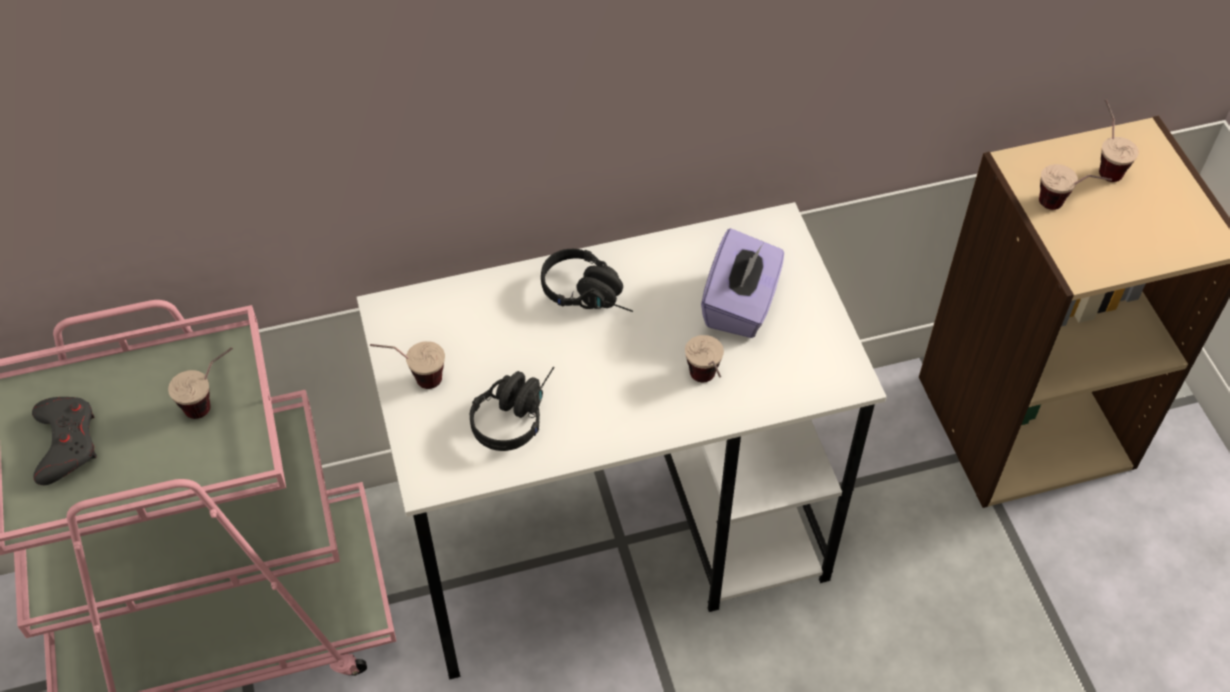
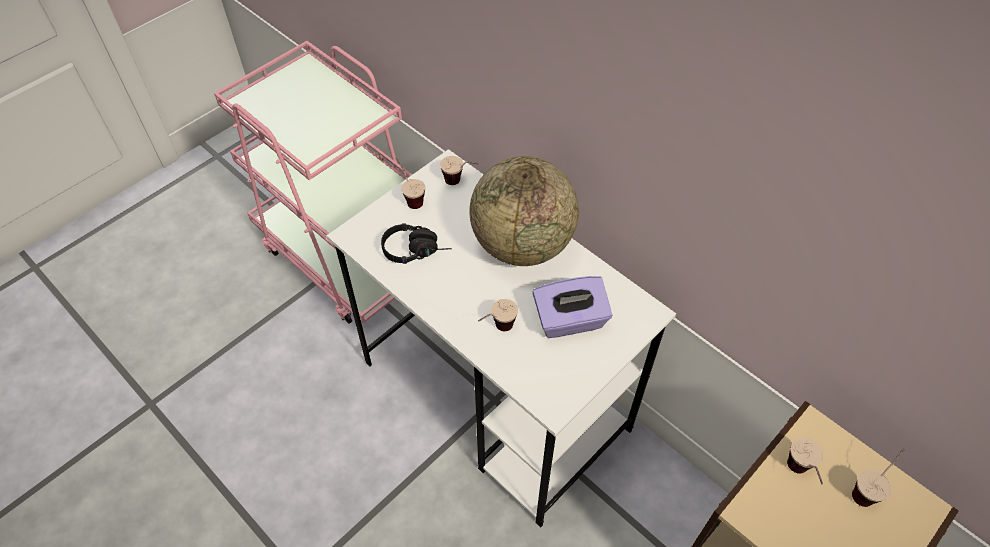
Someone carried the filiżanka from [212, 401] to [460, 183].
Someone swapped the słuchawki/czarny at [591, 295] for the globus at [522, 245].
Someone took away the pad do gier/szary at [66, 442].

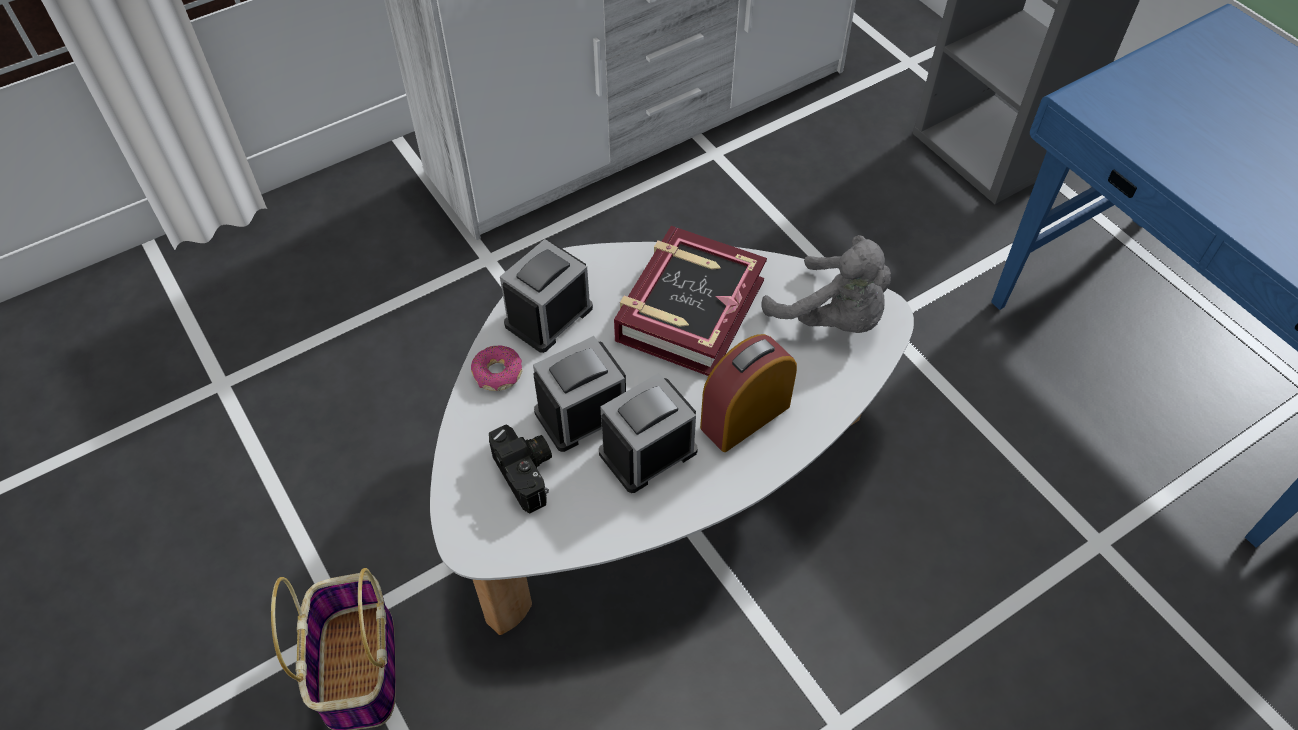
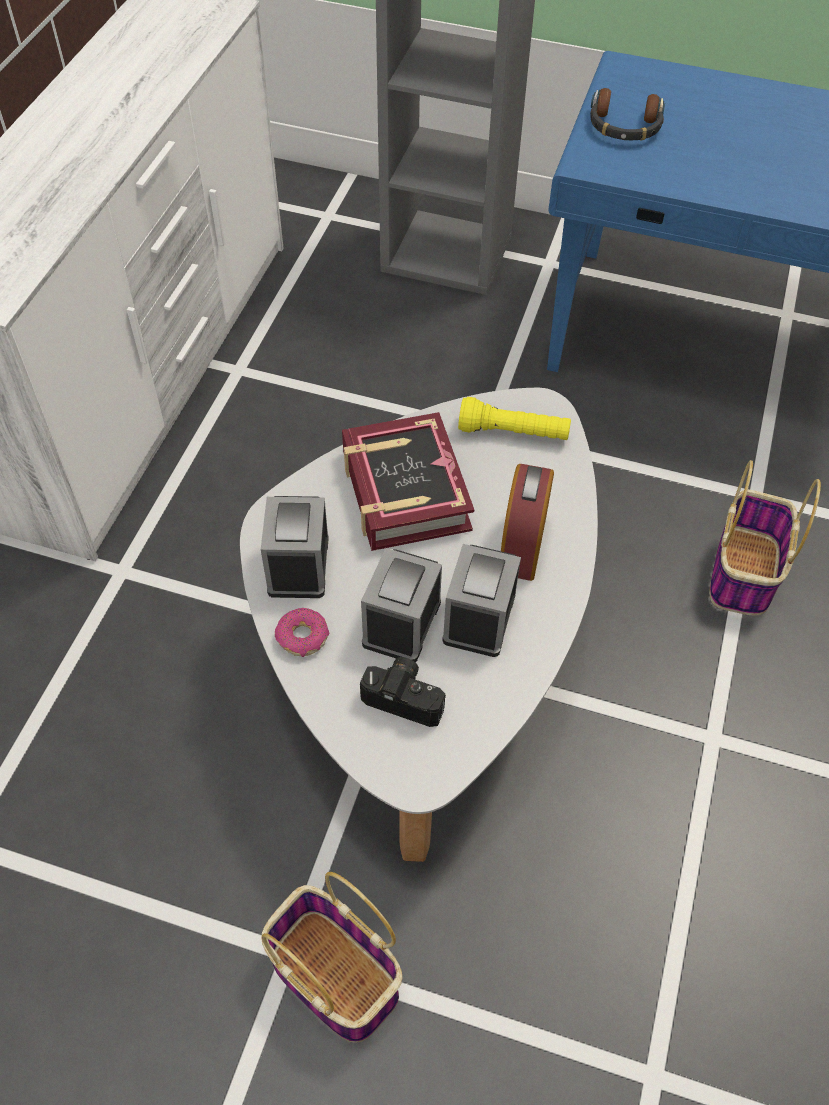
Someone swapped the pluszak/szary at [832, 318] for the latarka/żółty at [513, 433].
Someone put down the słuchawki at [624, 126].
Someone put down the koszyk at [744, 573].

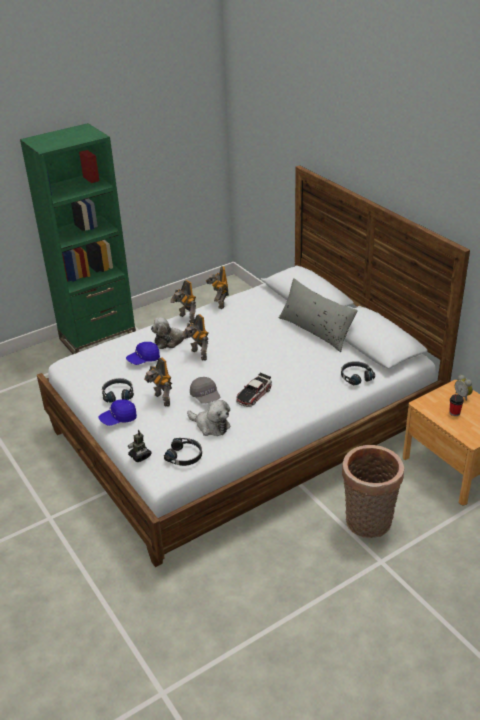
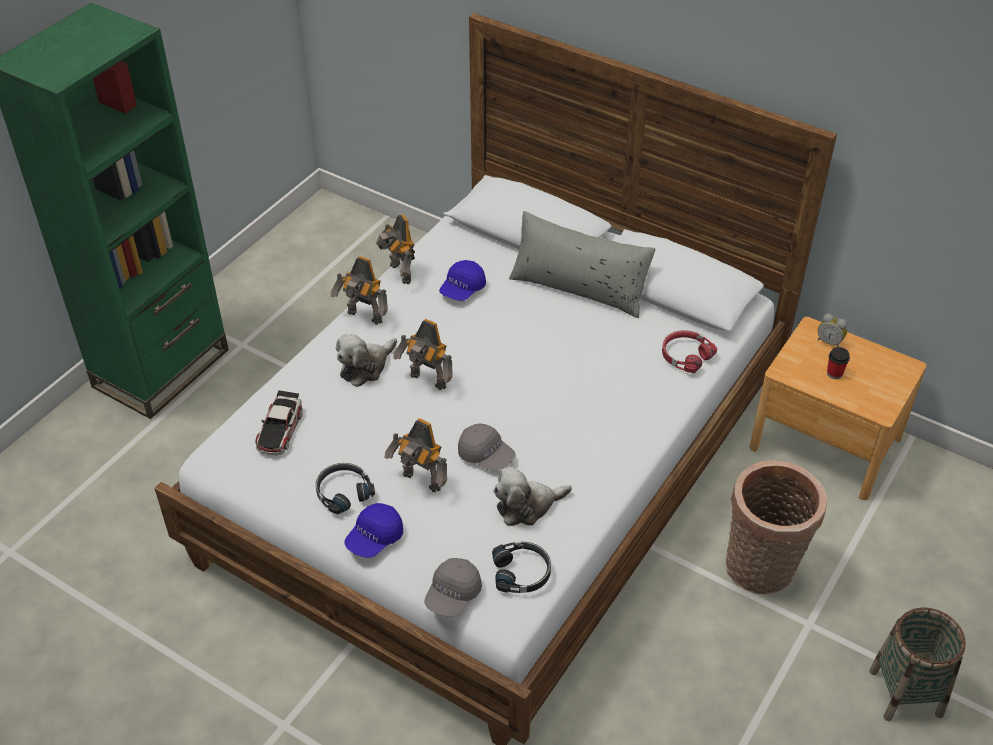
Someone carried the samochodzik from [254, 394] to [280, 429].
Someone swapped the robot zabawkowy at [140, 456] for the czapka z daszkiem/szary at [453, 595].
Someone carried the czapka z daszkiem/niebieski from [143, 360] to [462, 289].
Someone rotated the pluszak at [211, 426] by 150 degrees clockwise.
Someone repainted the słuchawki/czarny at [356, 376], which became the słuchawki/czerwony at [685, 355].
Someone put down the koszyk at [906, 693].

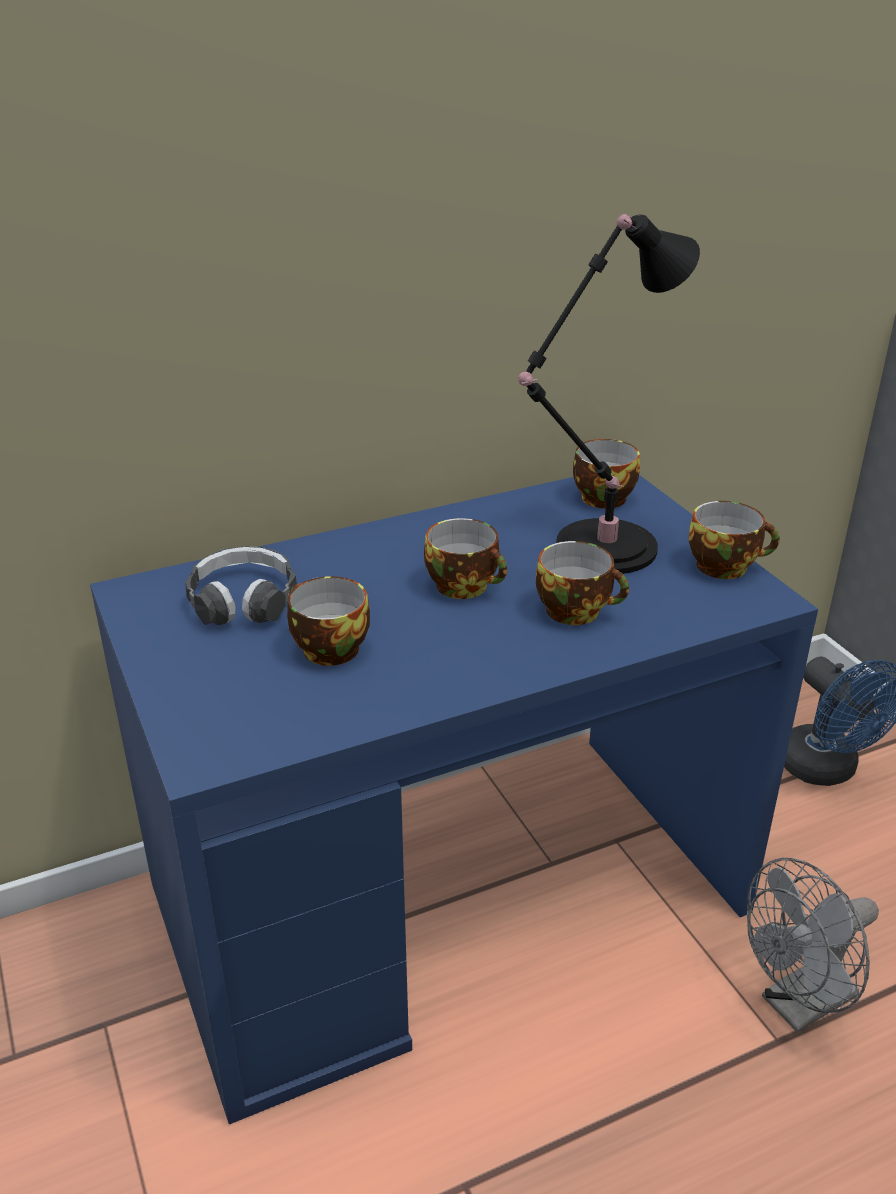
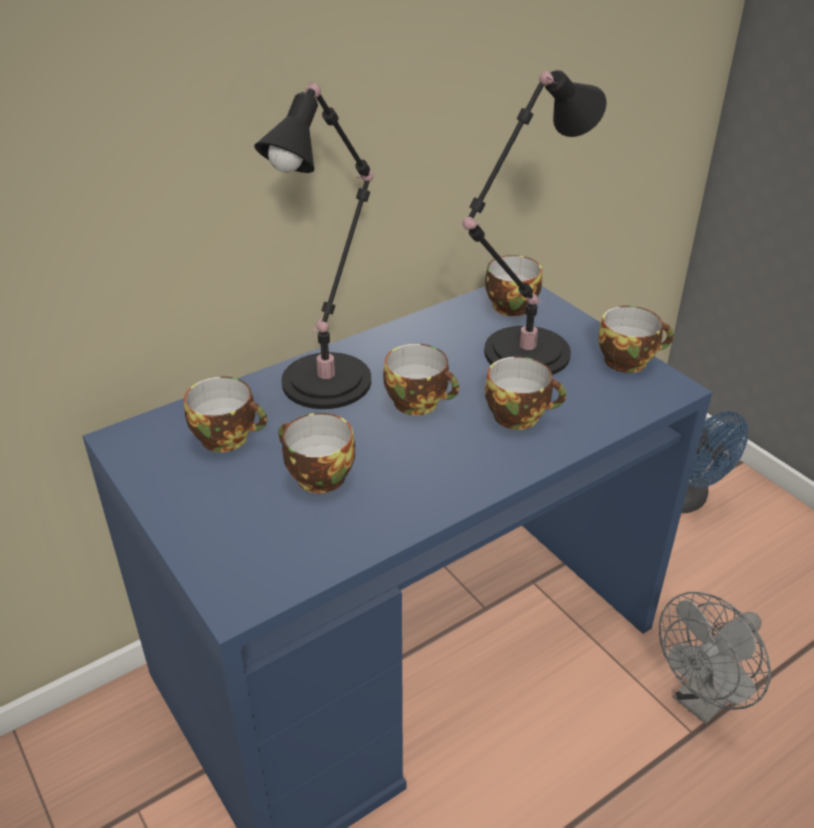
Someone swapped the słuchawki at [243, 600] for the filiżanka at [228, 437].
Someone put down the lampa stołowa/czarny at [331, 377].

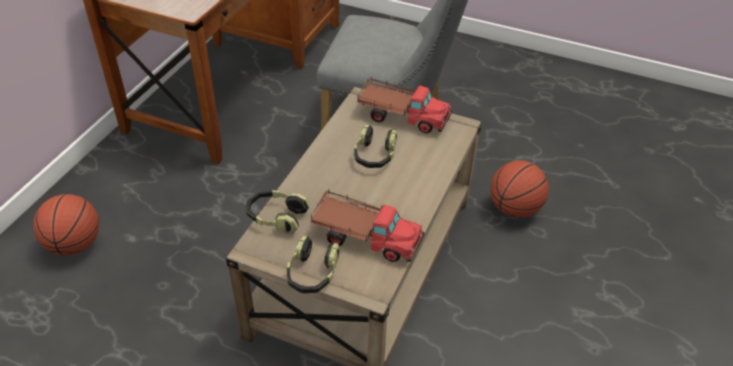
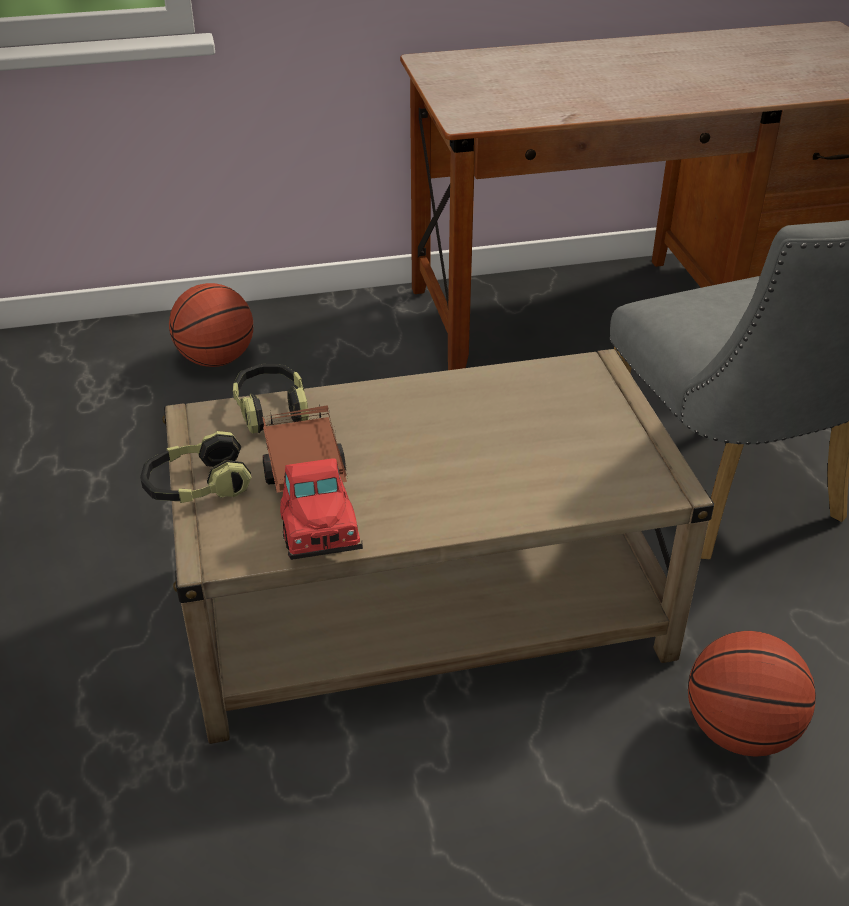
Someone took away the słuchawki at [374, 156].
Someone took away the ciężarówka zabawkowa at [402, 116].

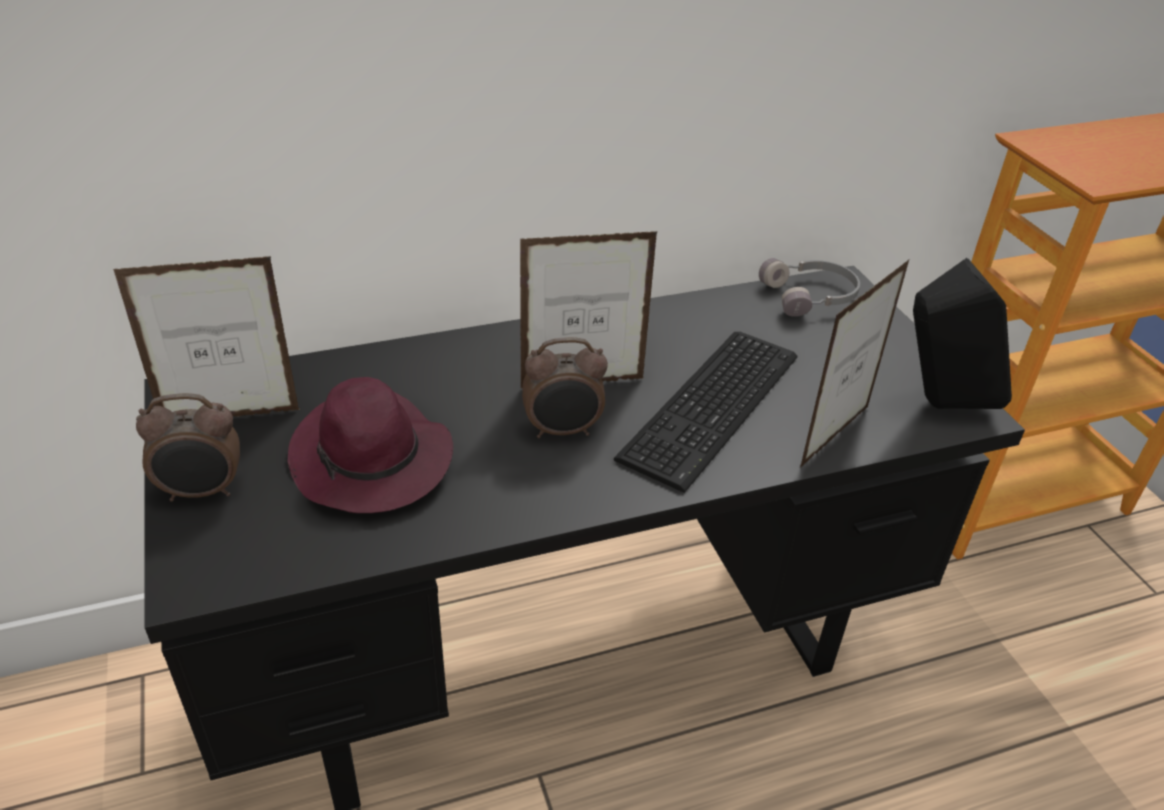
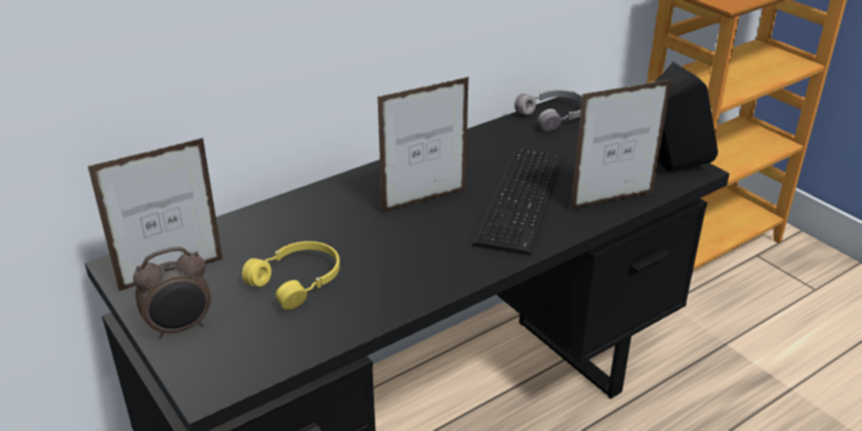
Someone swapped the kapelusz/fioletowy at [372, 461] for the słuchawki/żółty at [299, 281].
Someone rotated the ramka na zdjęcie at [834, 436] by 135 degrees counterclockwise.
Someone took away the budzik at [563, 431].

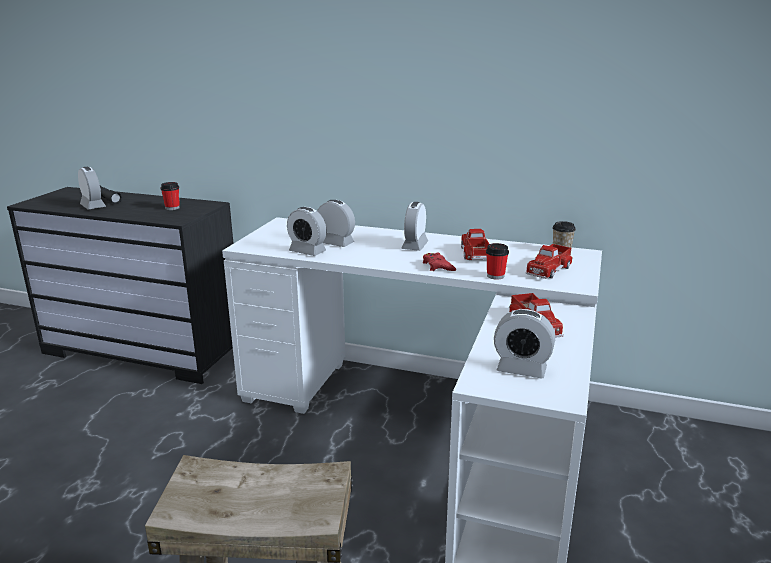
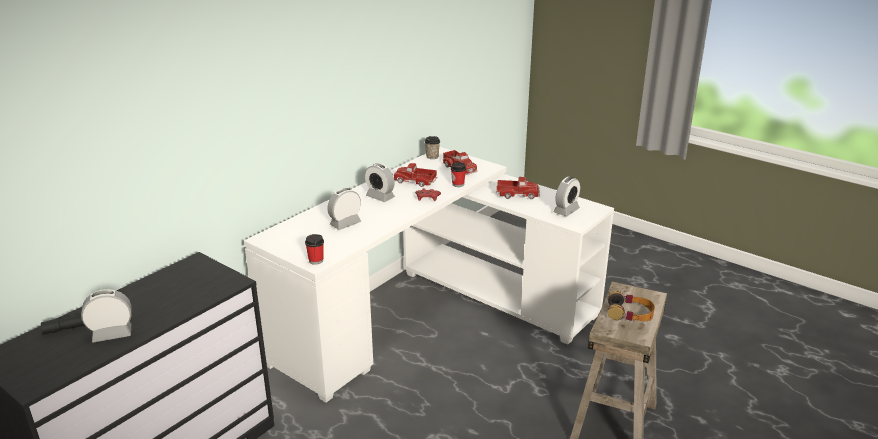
Someone carried the filiżanka from [172, 208] to [316, 260].
Someone put down the słuchawki at [629, 313].
Someone took away the budzik at [307, 251].

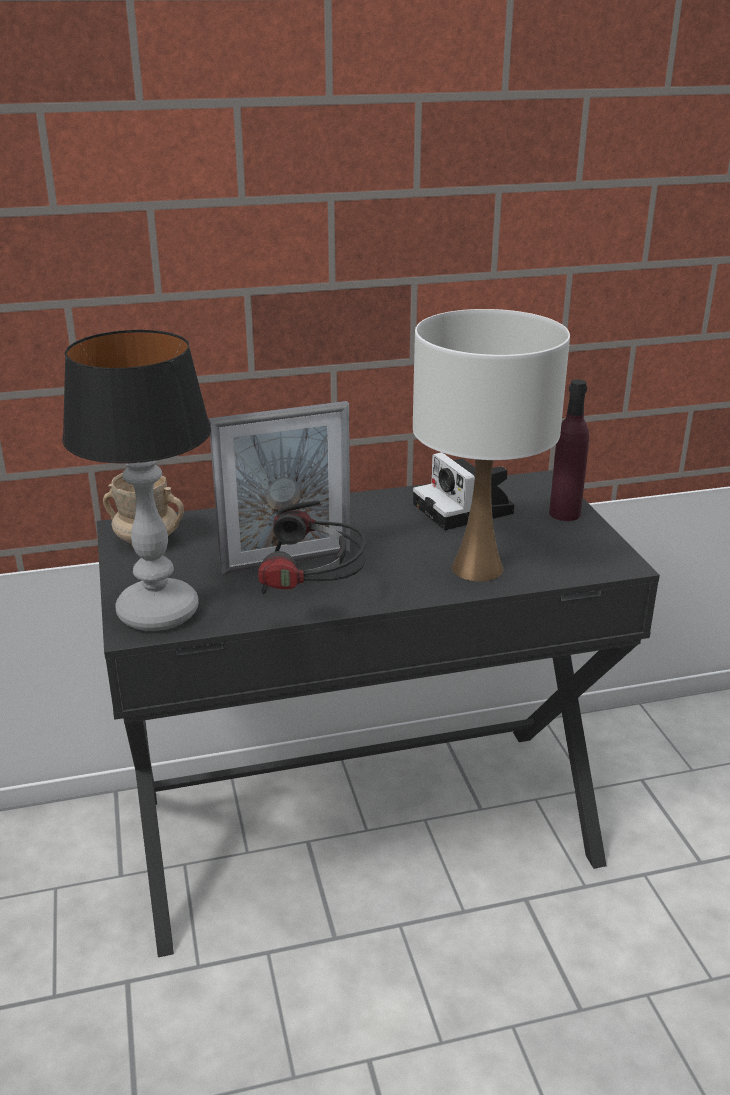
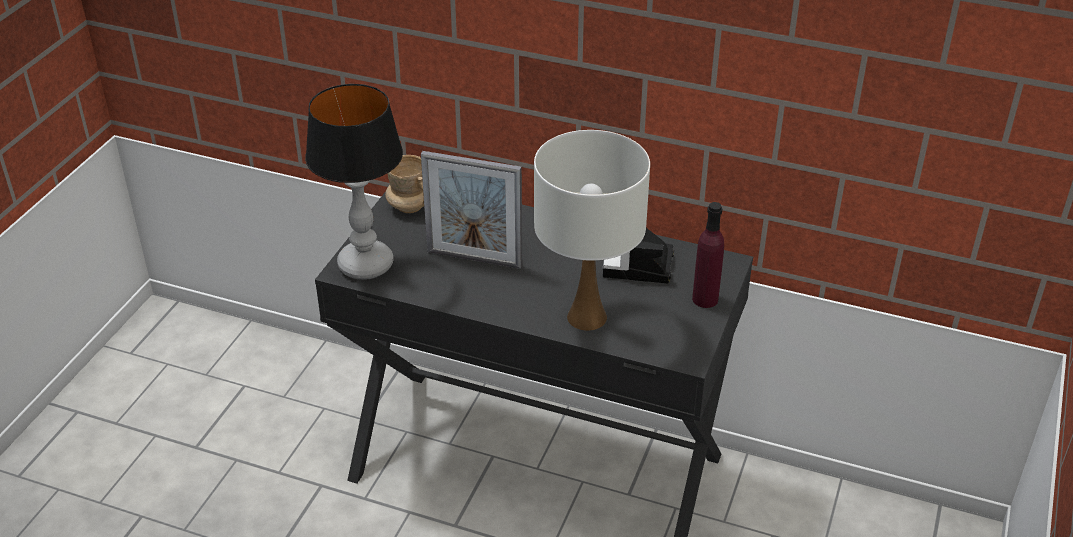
Someone took away the słuchawki at [311, 606].

